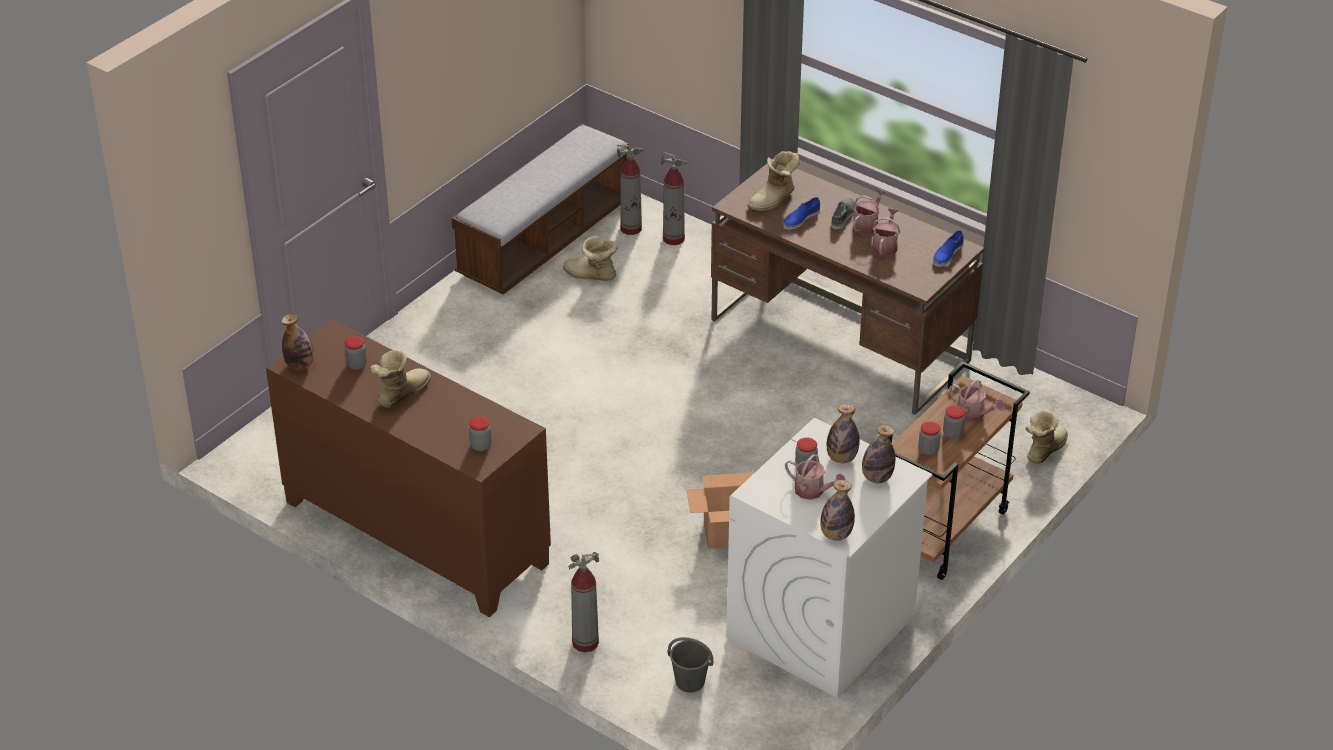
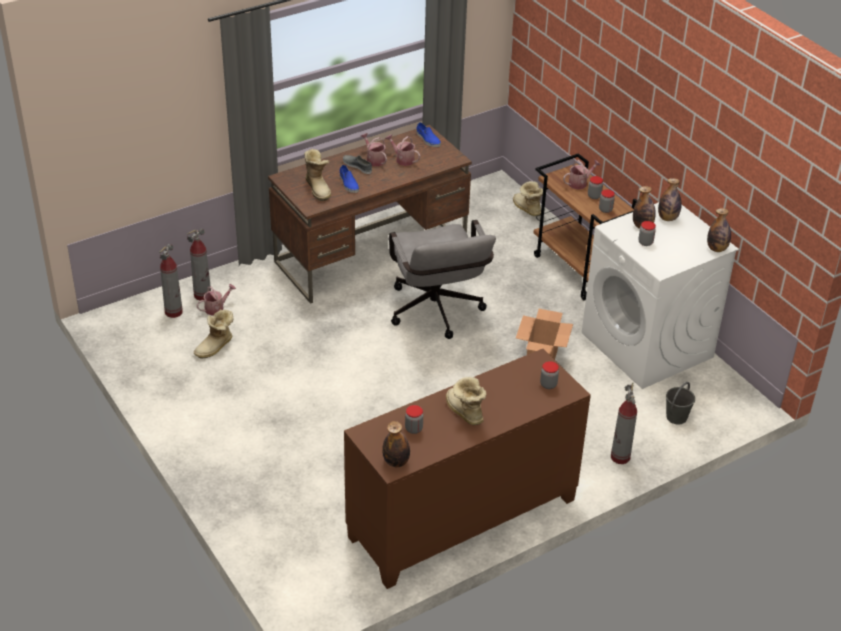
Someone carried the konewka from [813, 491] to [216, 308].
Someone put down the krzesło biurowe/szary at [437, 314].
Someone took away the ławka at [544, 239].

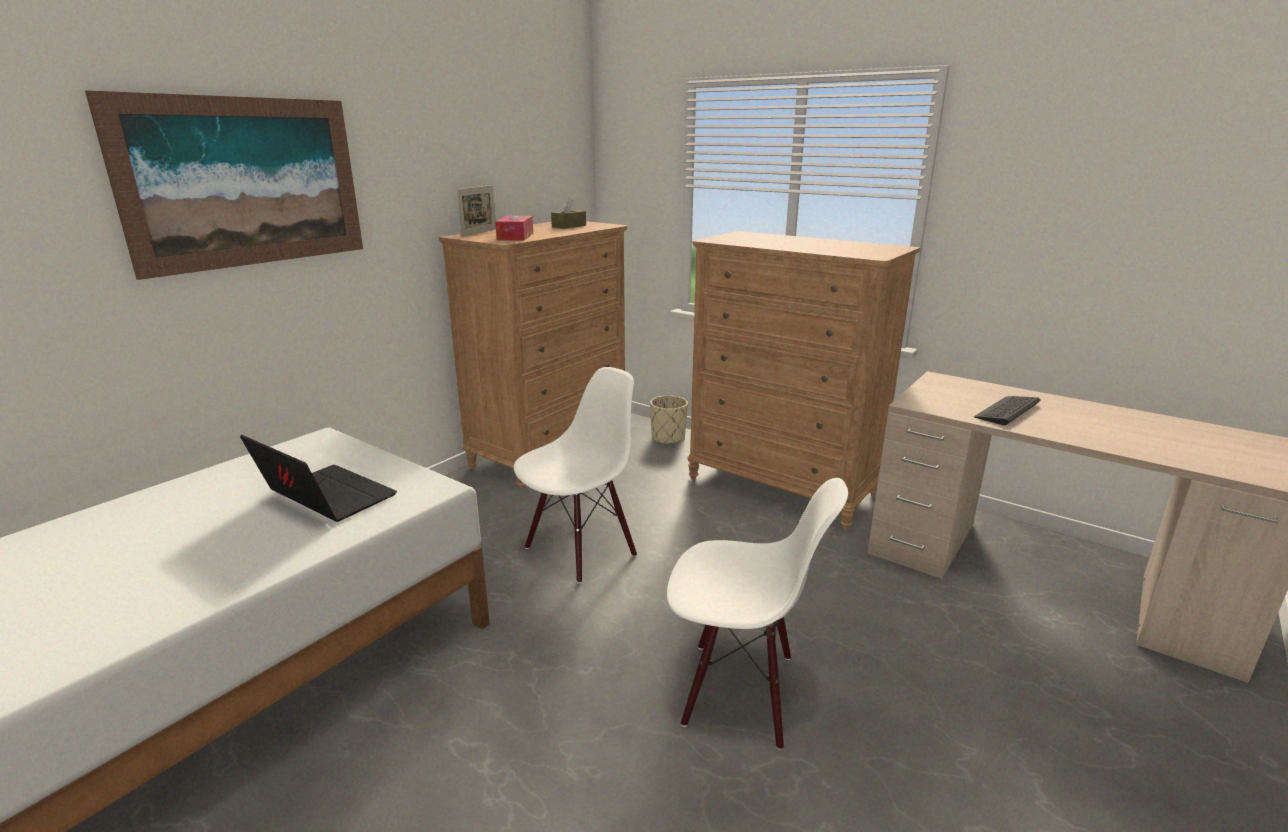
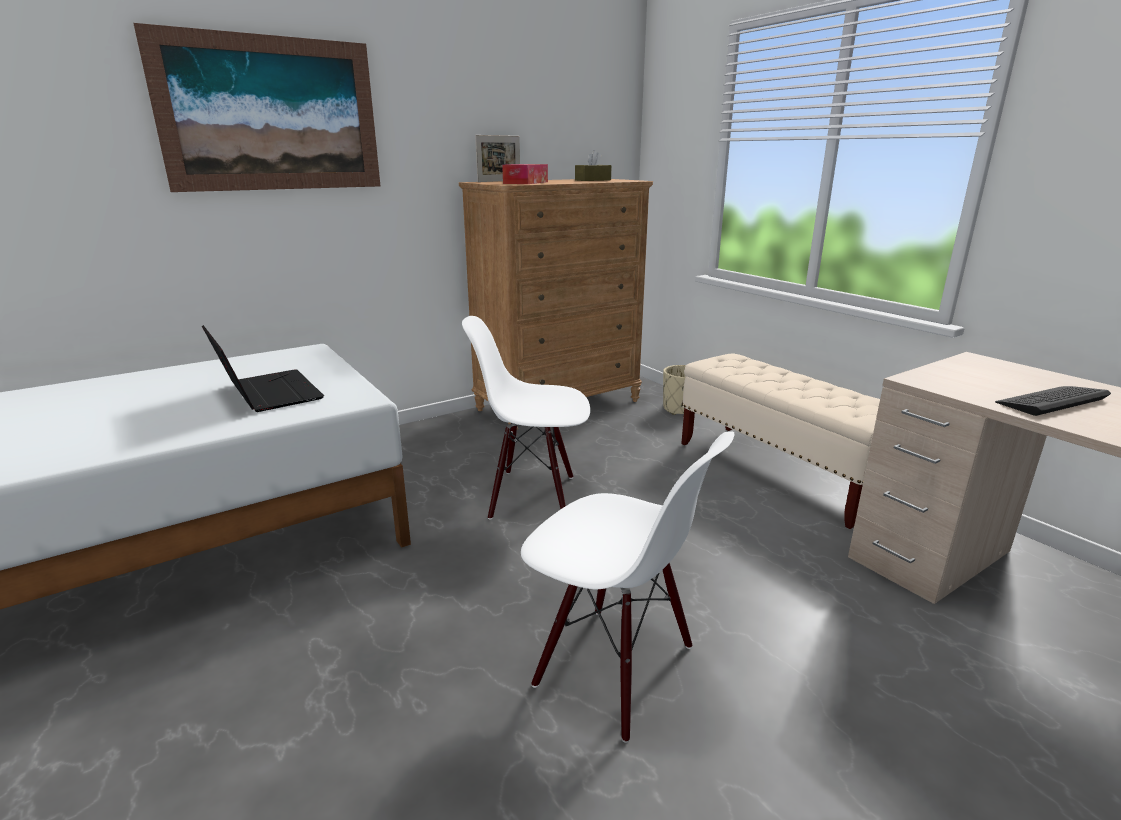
Someone rotated the krzesło/biały at [580, 550] by 150 degrees counterclockwise.
Someone swapped the komoda/brązowy at [782, 487] for the ławka/beżowy at [780, 472].

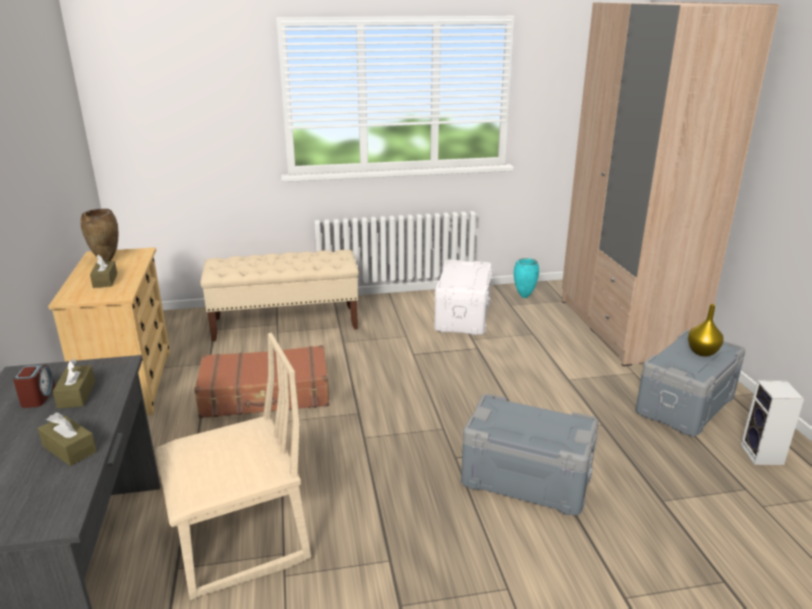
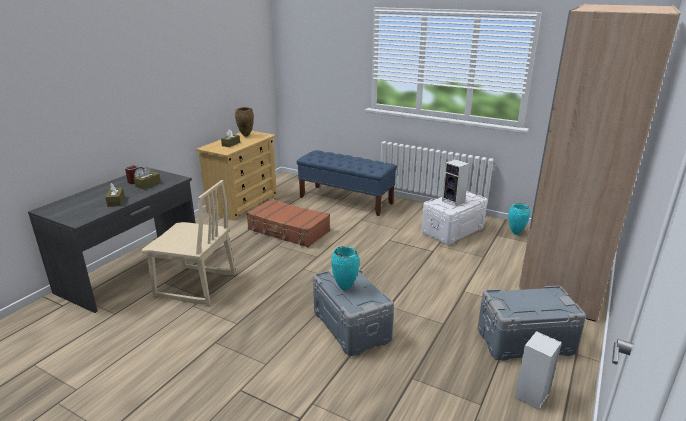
Someone repainted the ławka/beżowy at [286, 323], which became the ławka/niebieski at [346, 200].
Someone put down the wazon/turkusowy at [345, 288].
Someone put down the głośnik at [454, 202].
Someone took away the wazon/żółty at [702, 352].

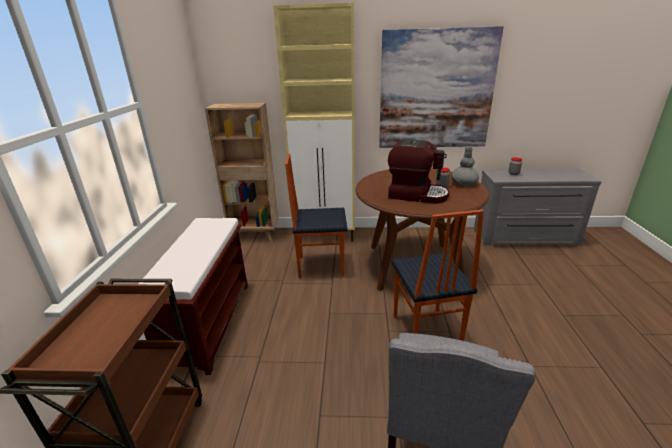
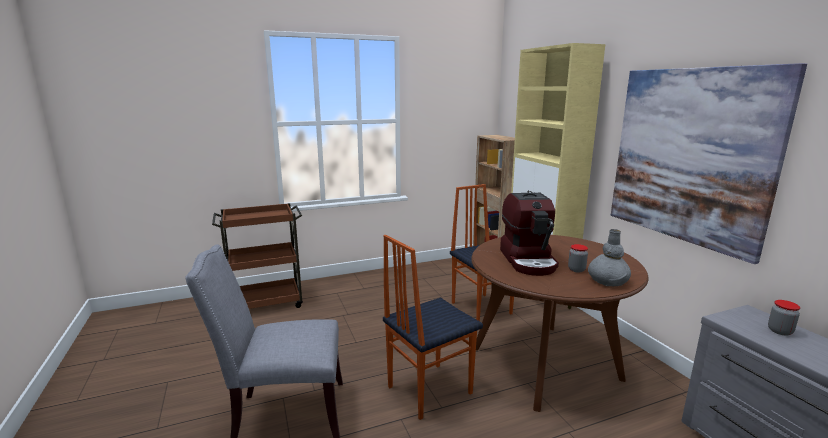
Someone took away the ławka/brązowy at [209, 322].

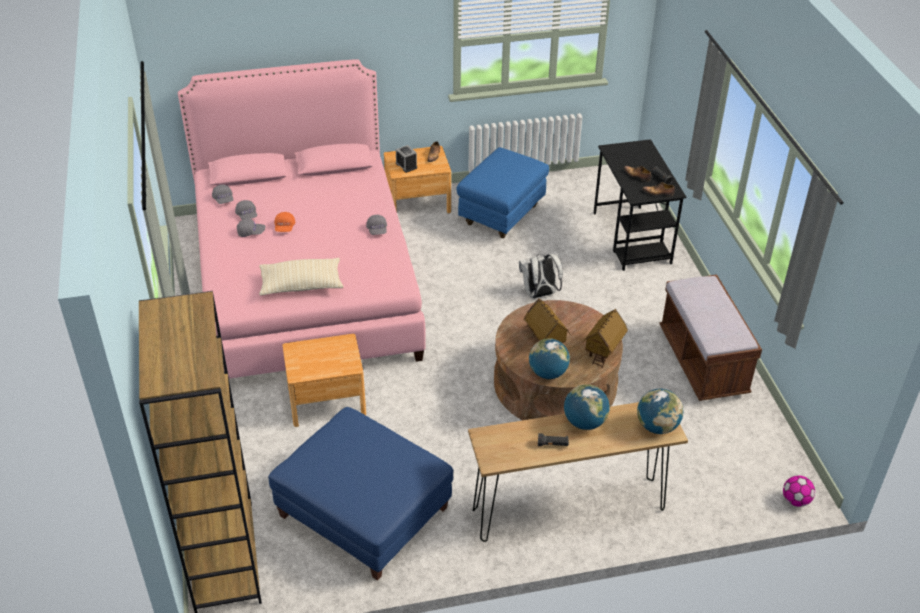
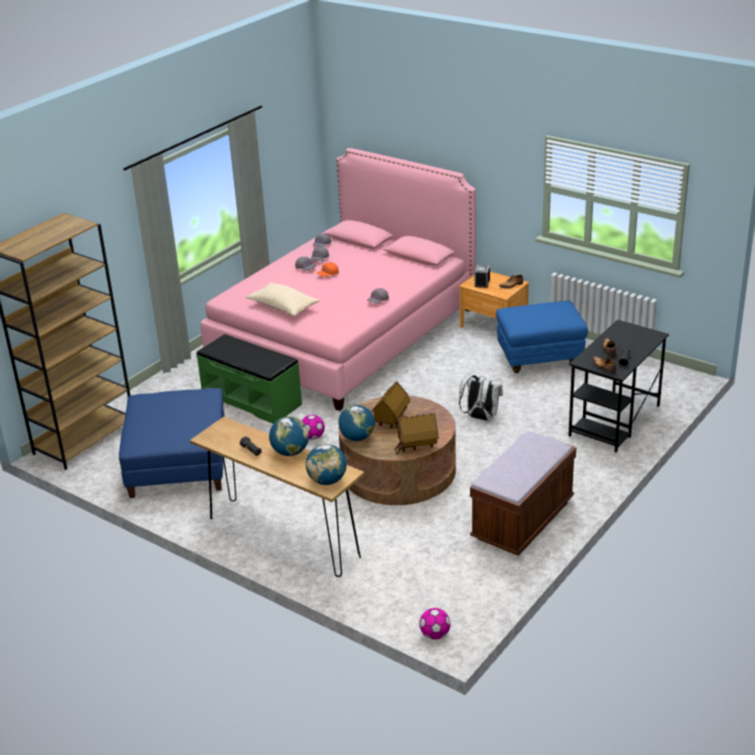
Someone swapped the szafka nocna/brązowy at [326, 401] for the ławka/zielony at [252, 400].
Someone put down the piłka futbolowa at [313, 437].

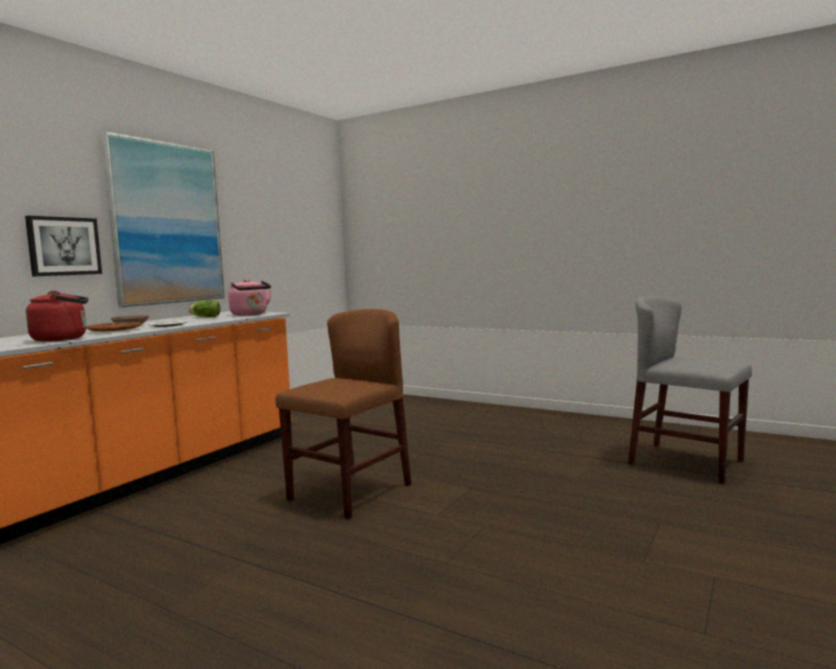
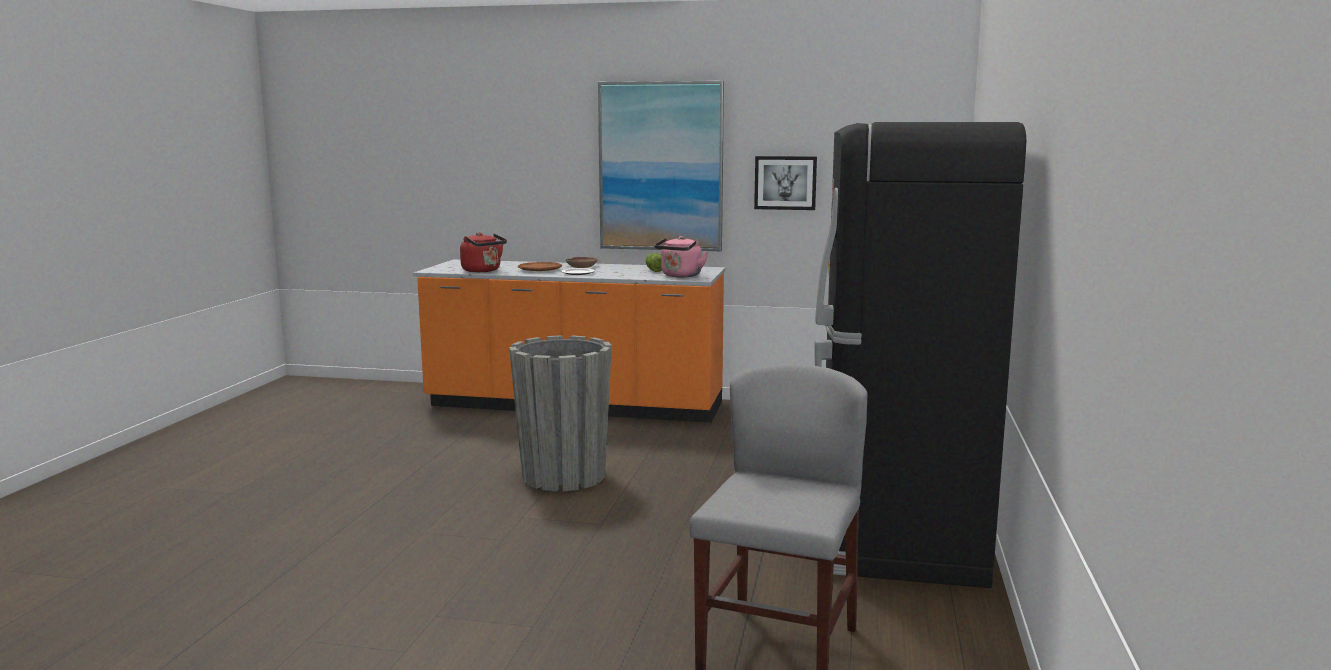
Someone swapped the krzesło/brązowy at [350, 492] for the donica/szary at [563, 476].
Someone carried the obraz from [64, 246] to [785, 182].
Someone put down the lodówka/czarny at [896, 534].

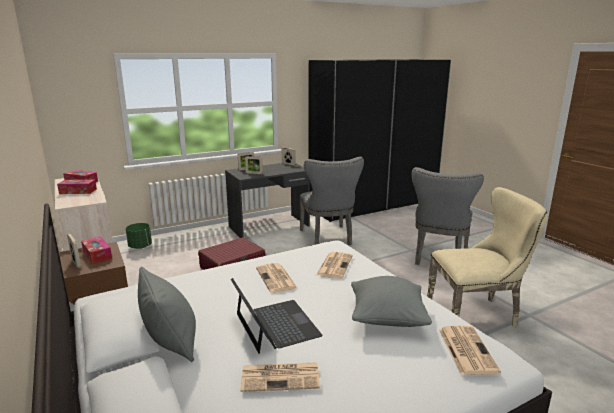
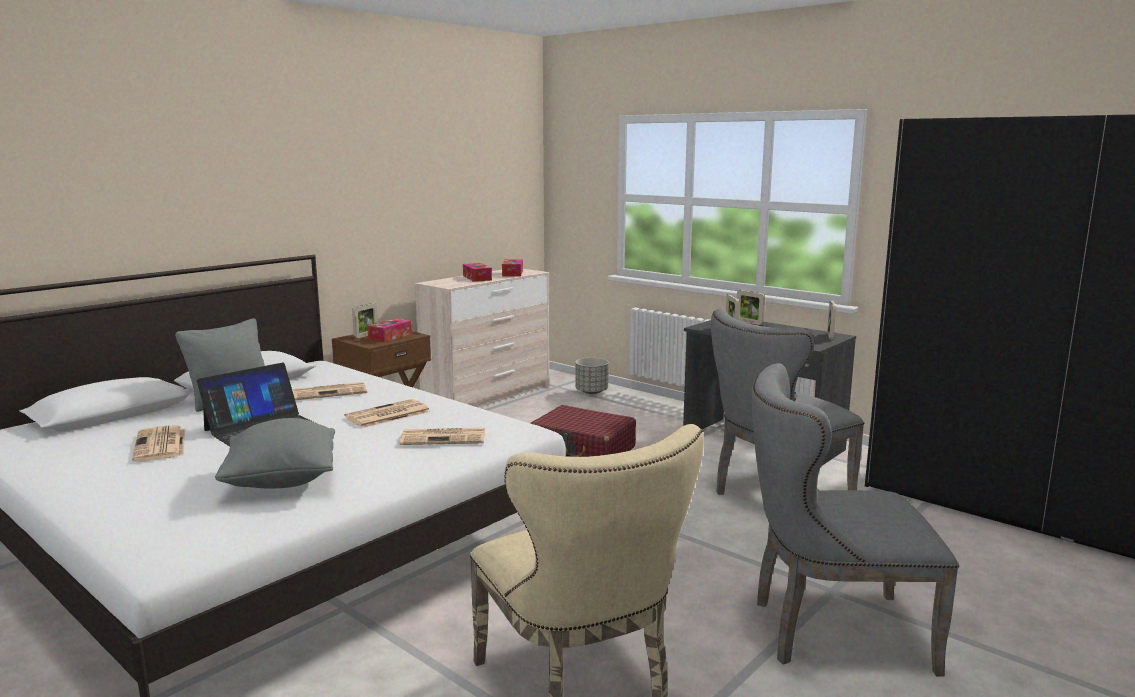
Someone carried the gazeta from [466, 349] to [331, 392].
Someone repainted the donica/zielony at [140, 246], which became the donica/szary at [592, 392].

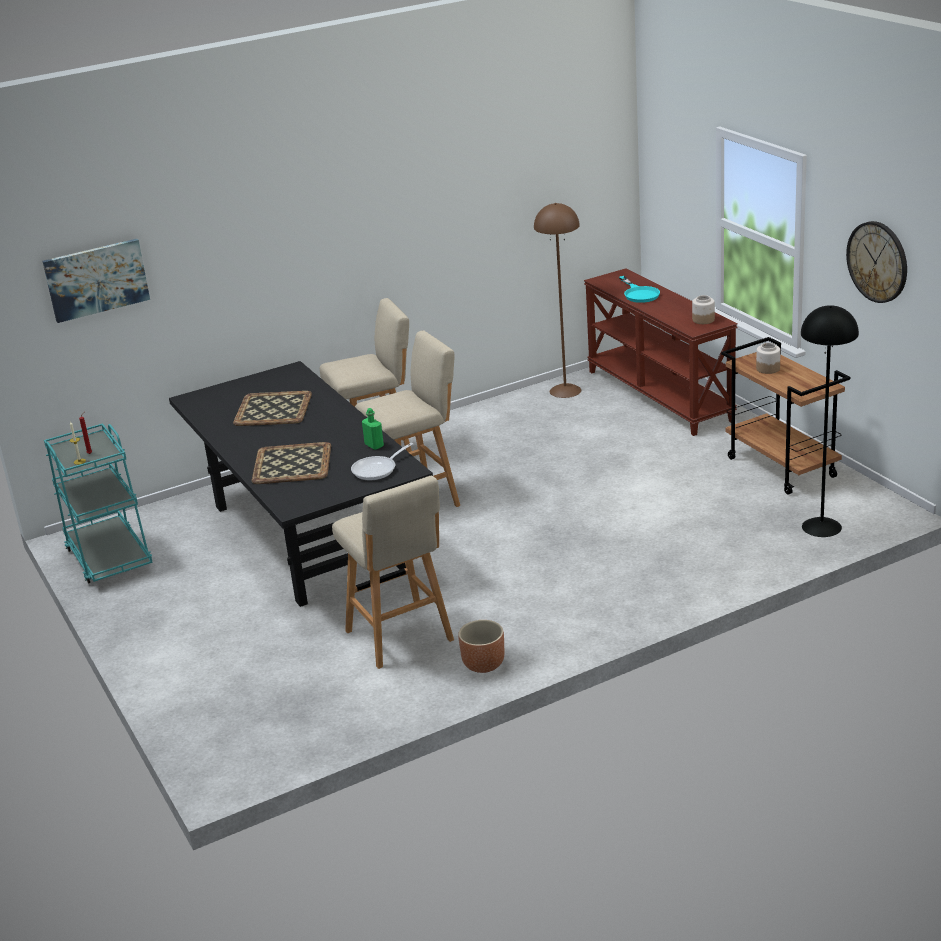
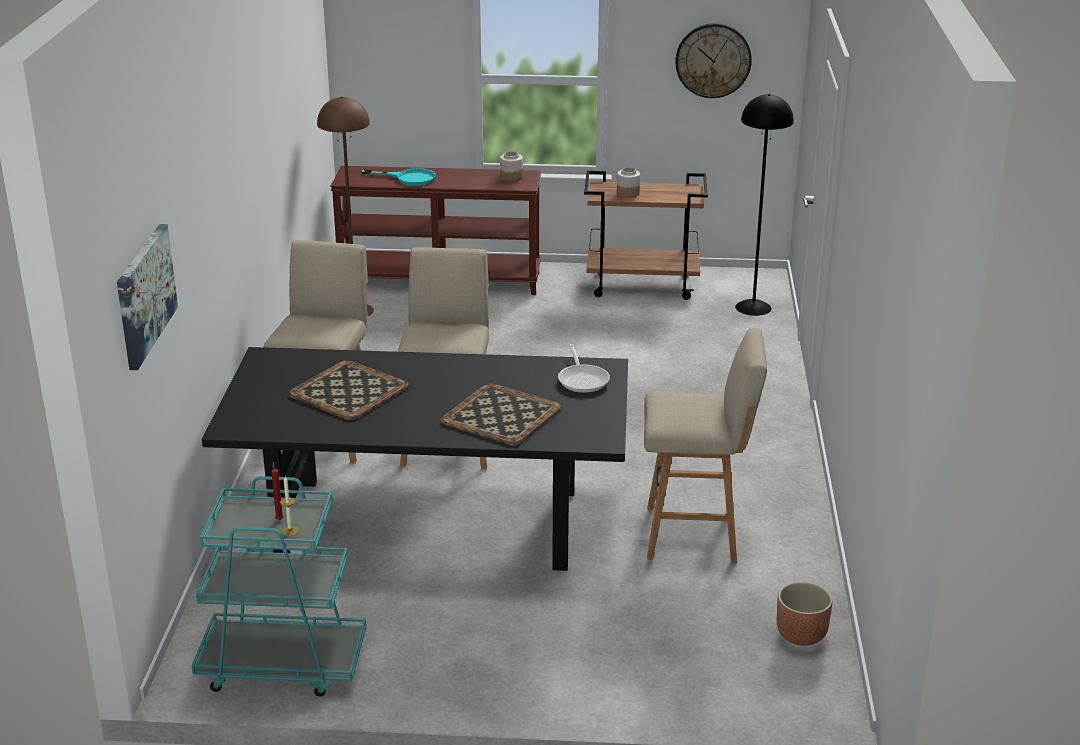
Someone carried the donica/brązowy from [483, 665] to [801, 636].
Someone took away the butelka/zielony at [374, 445].

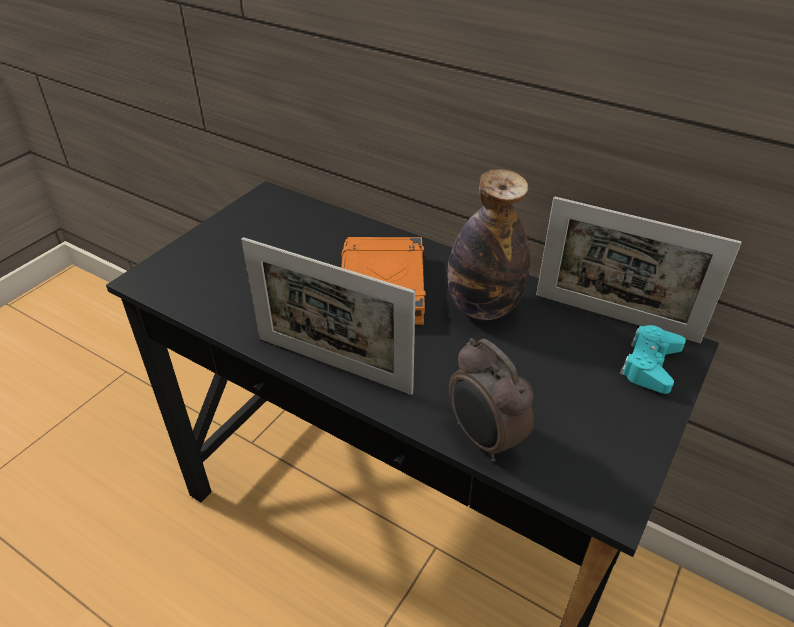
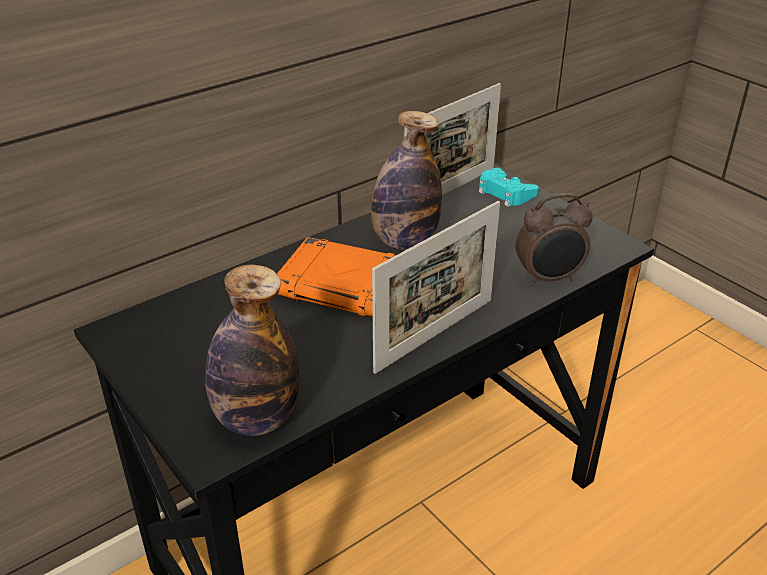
Someone put down the butelka at [256, 419].

